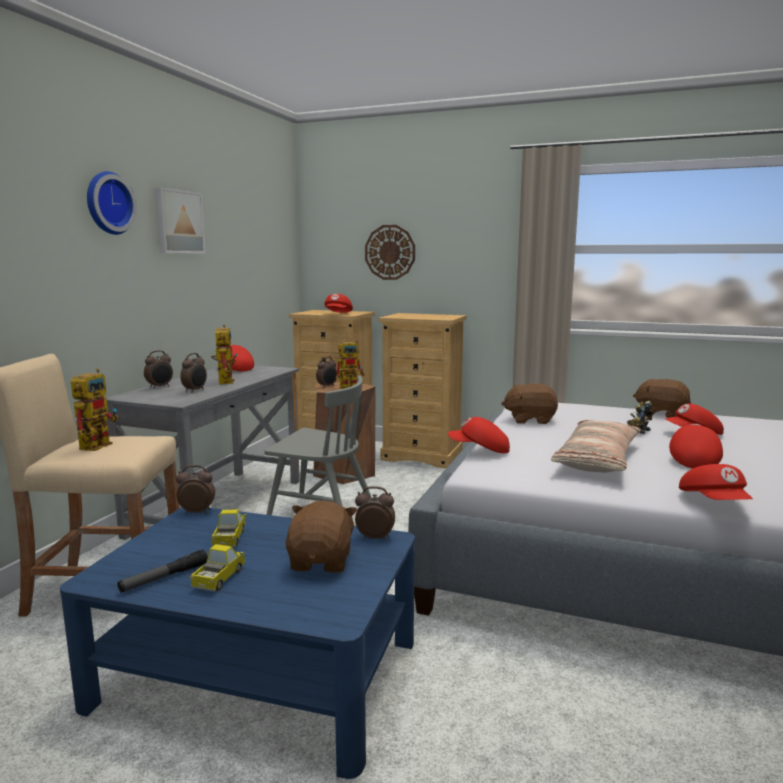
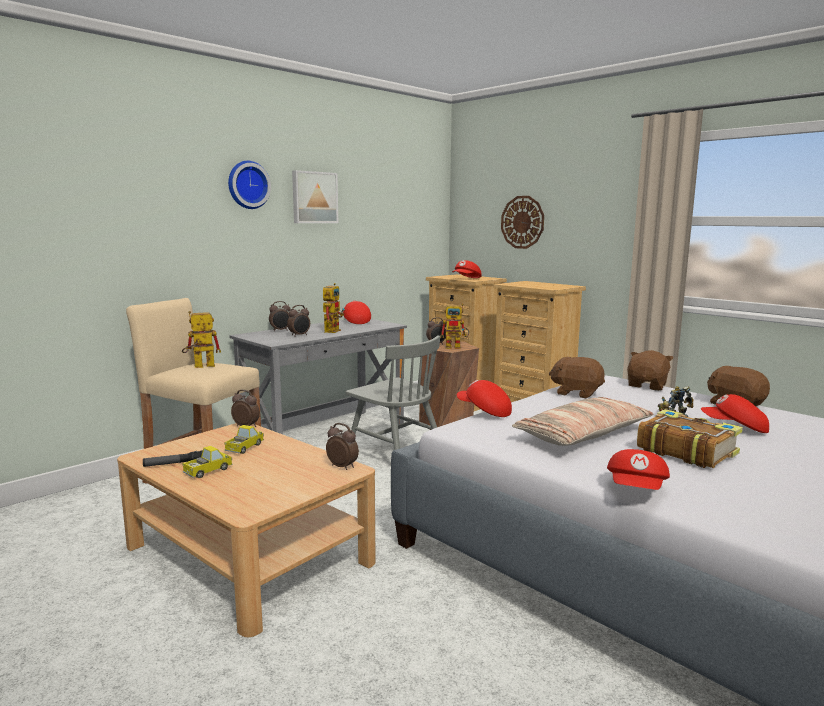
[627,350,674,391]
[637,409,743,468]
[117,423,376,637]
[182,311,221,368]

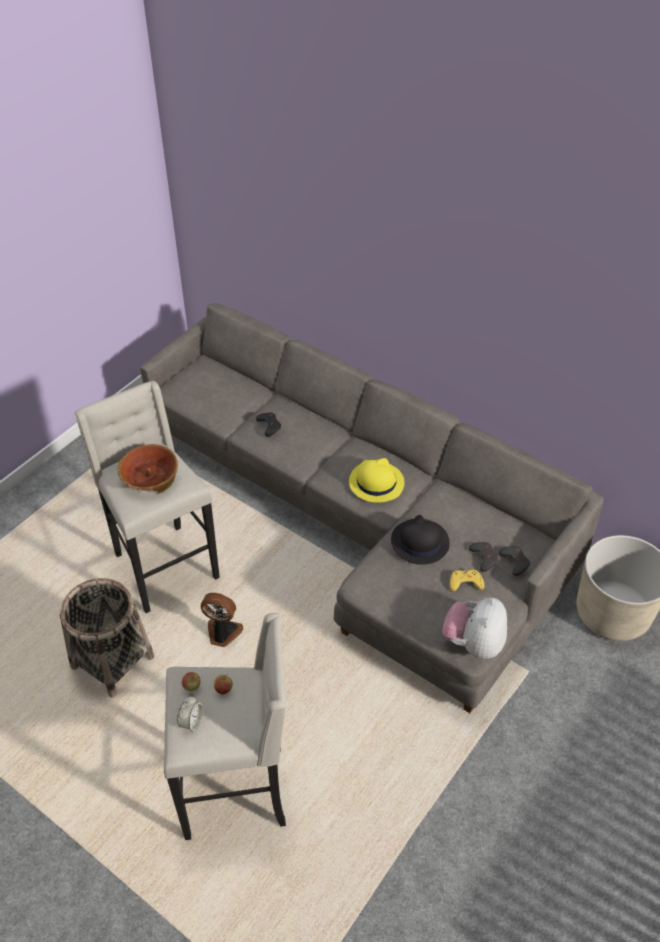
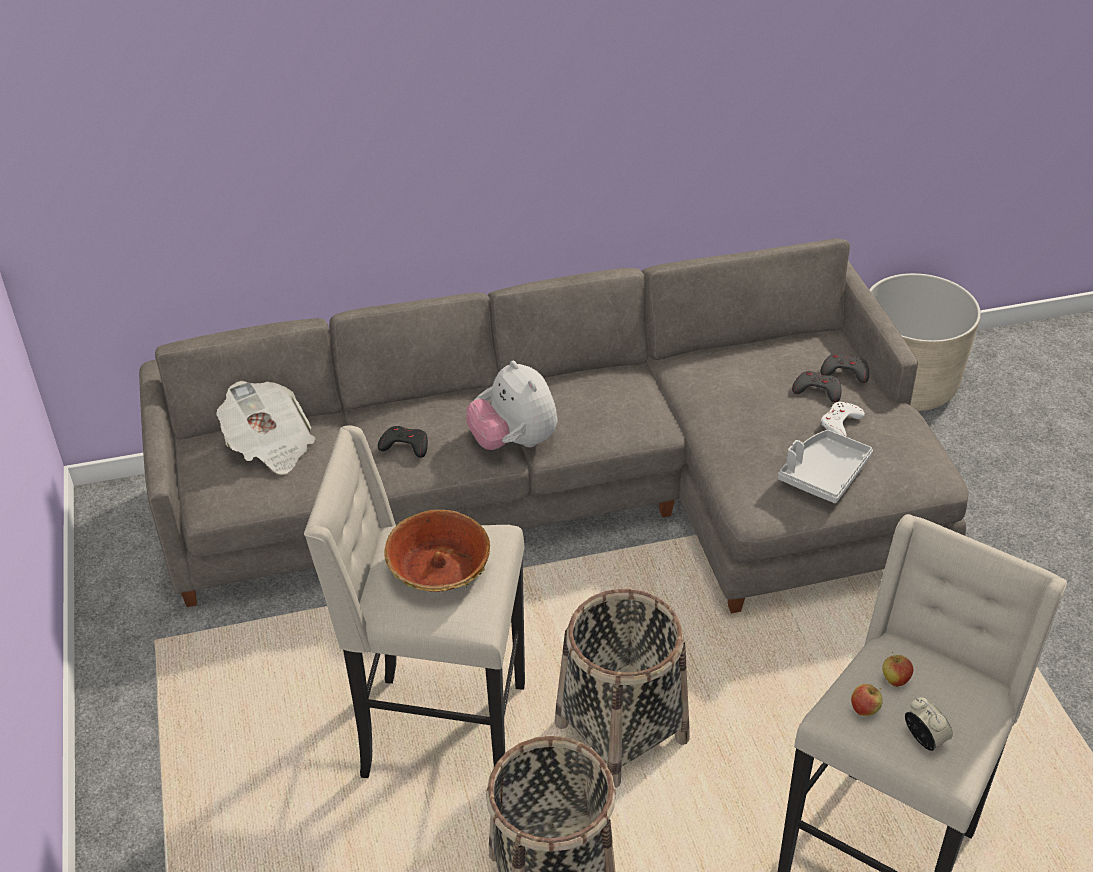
[349,458,404,503] (first image)
[391,515,450,565] (first image)
[216,381,316,475]
[778,430,873,503]
[466,361,557,450]
[555,589,689,788]
[821,402,865,437]

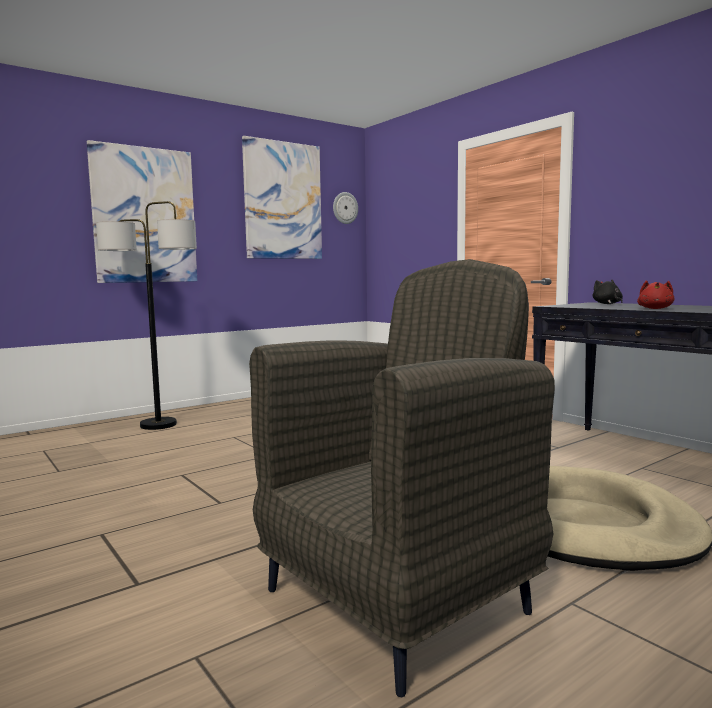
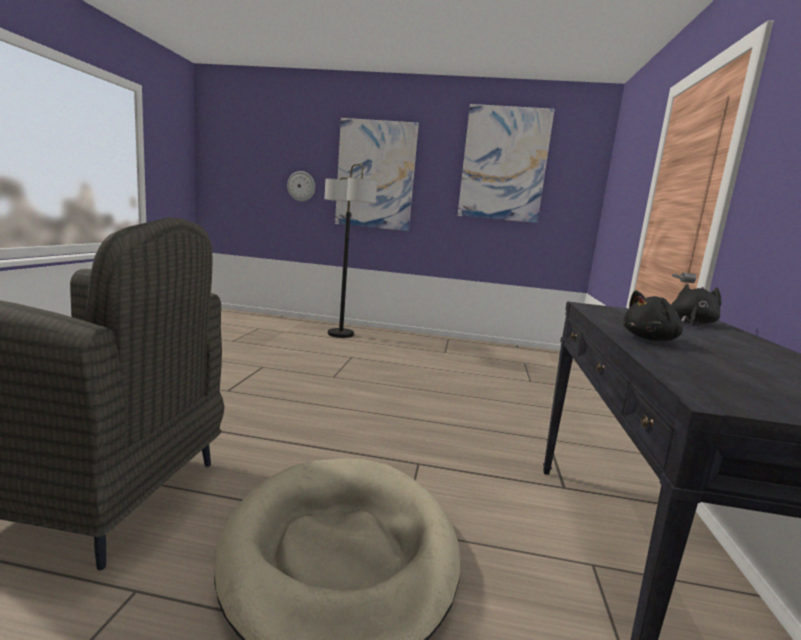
[287,171,315,202]
[623,291,683,341]

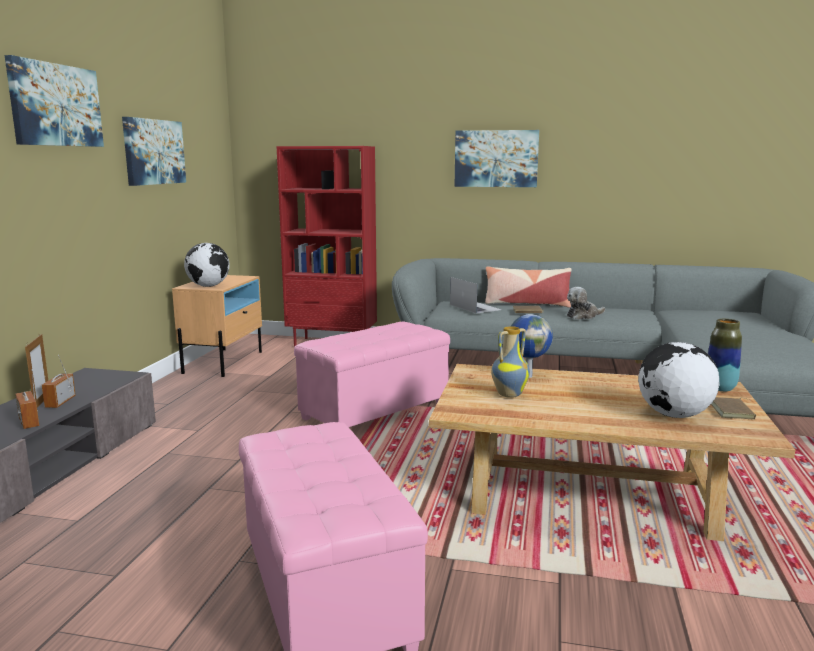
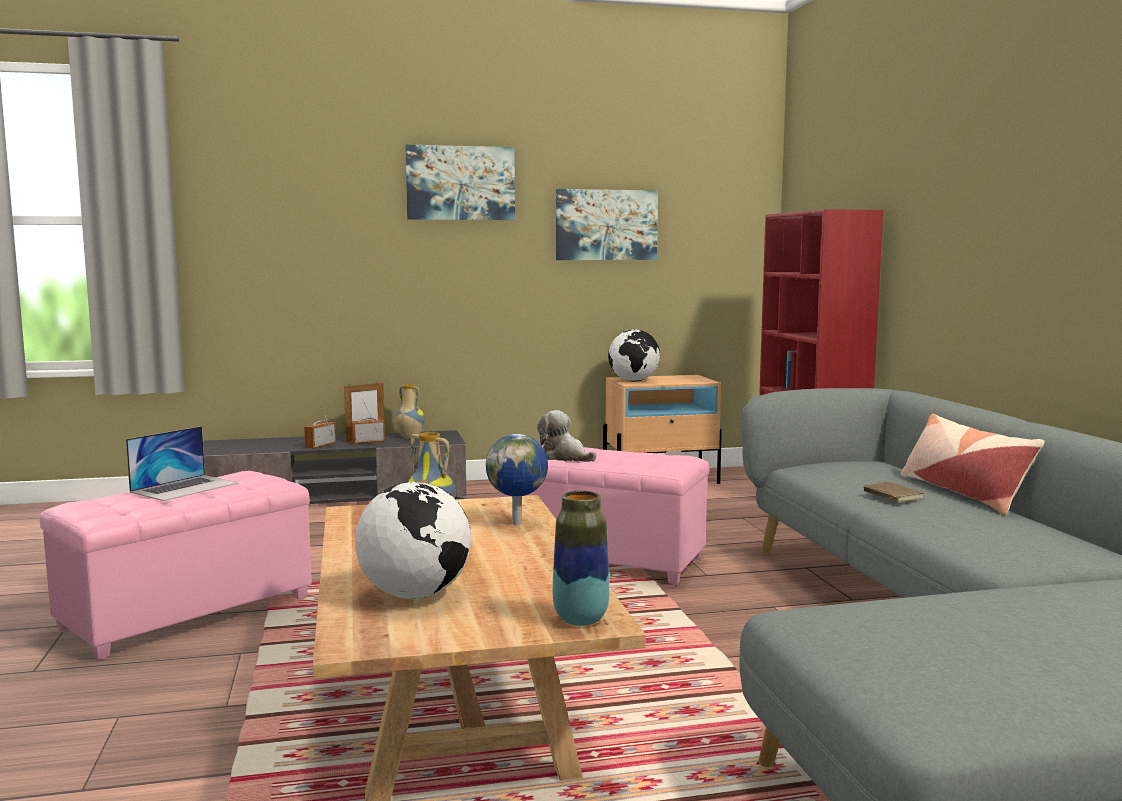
[455,130,539,187] (first image)
[711,397,756,420] (first image)
[395,384,425,439]
[126,426,238,501]
[537,410,596,462]

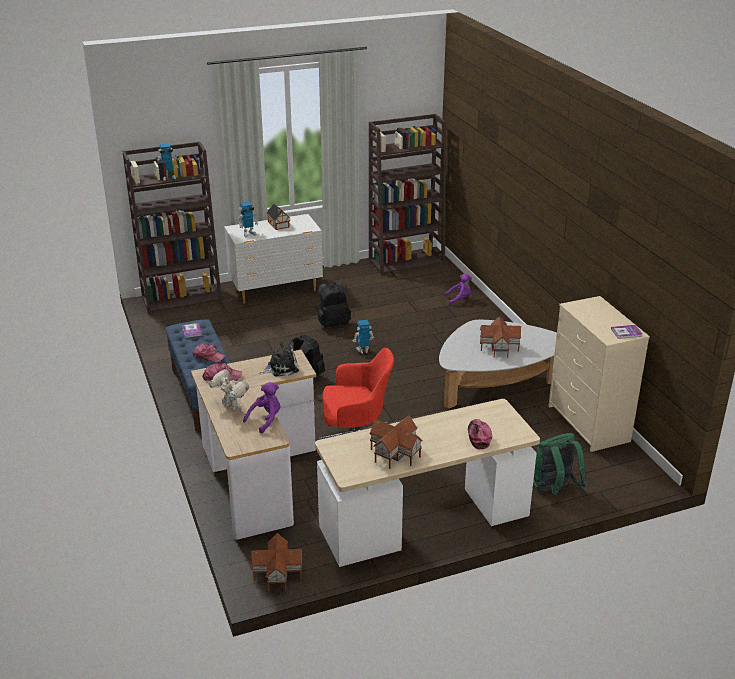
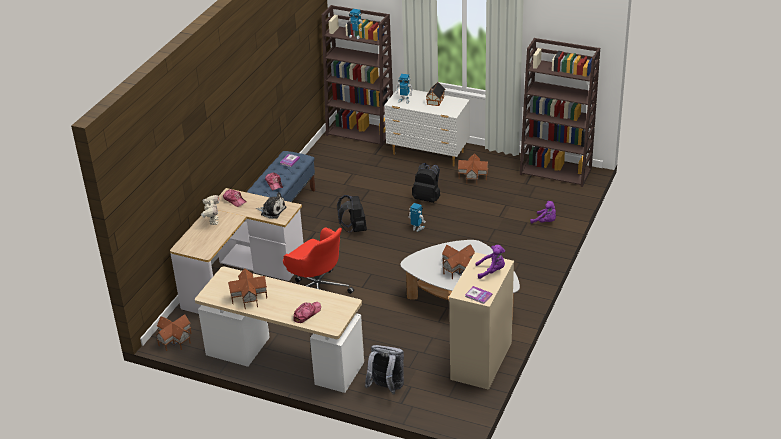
[458,153,489,185]
[475,245,505,279]
[365,345,404,394]

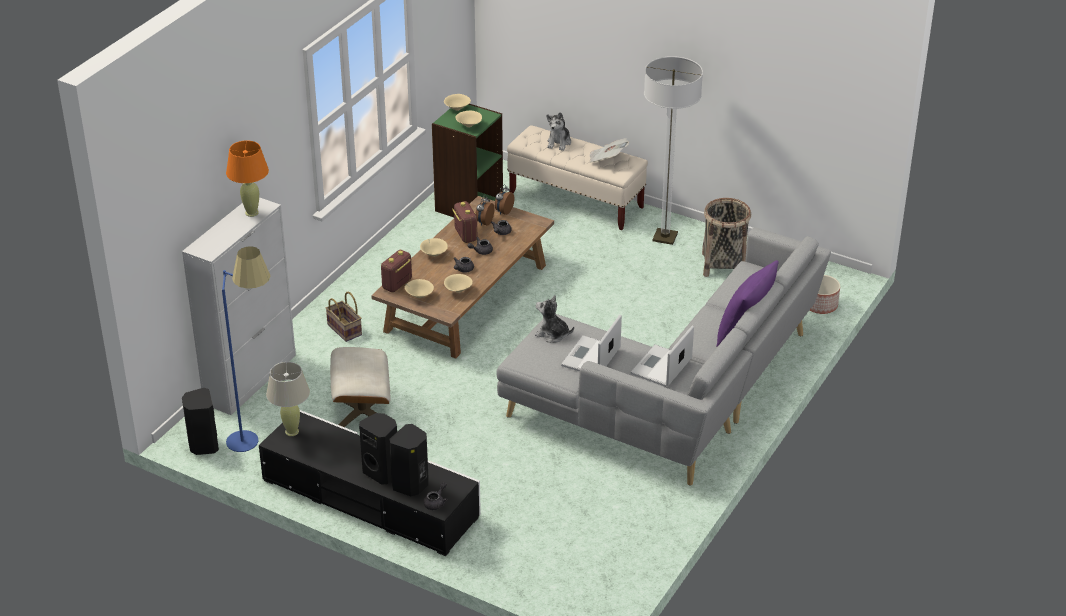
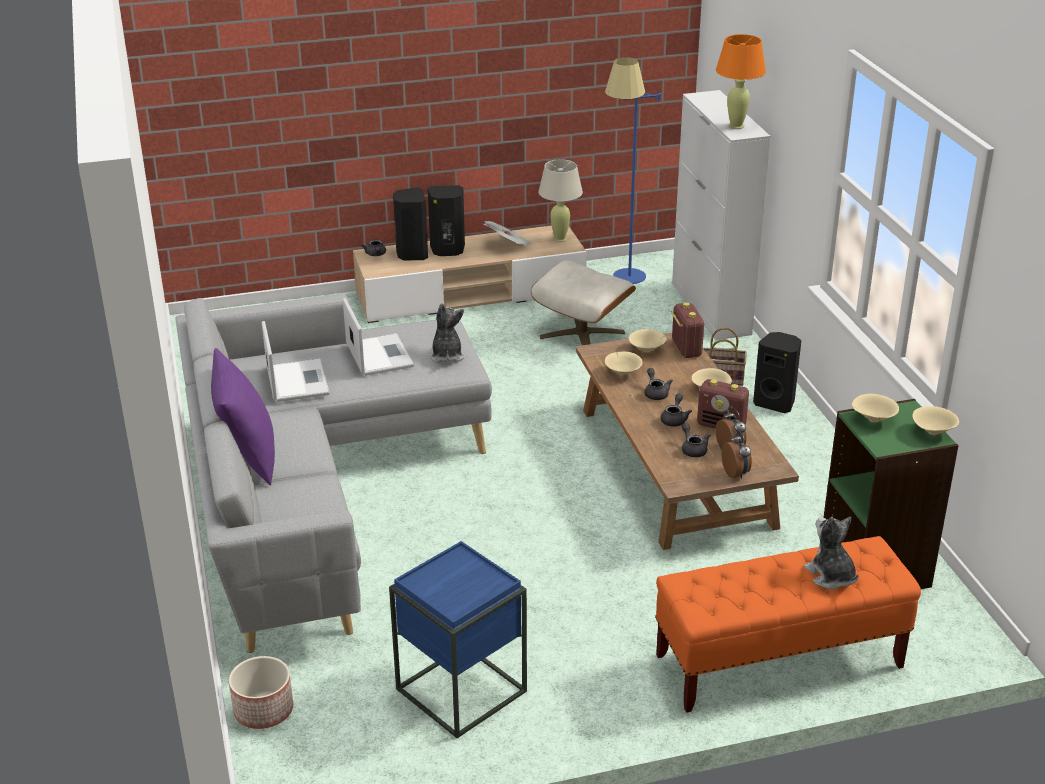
[644,56,703,245] (first image)
[753,332,801,413]
[484,221,535,245]
[389,541,527,738]
[353,226,586,323]
[655,536,921,713]
[429,303,465,363]

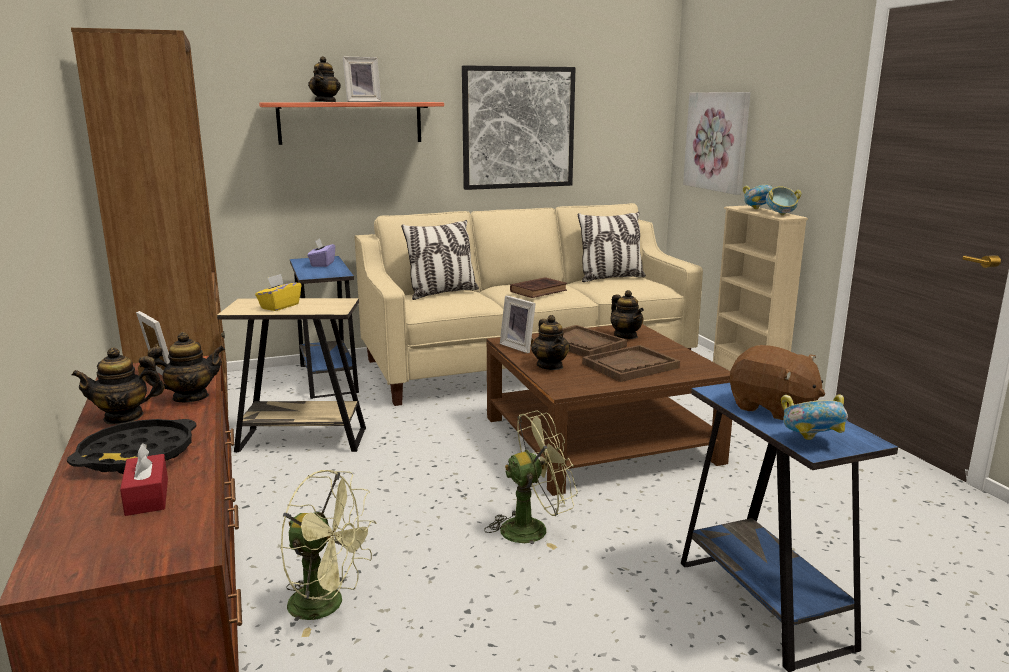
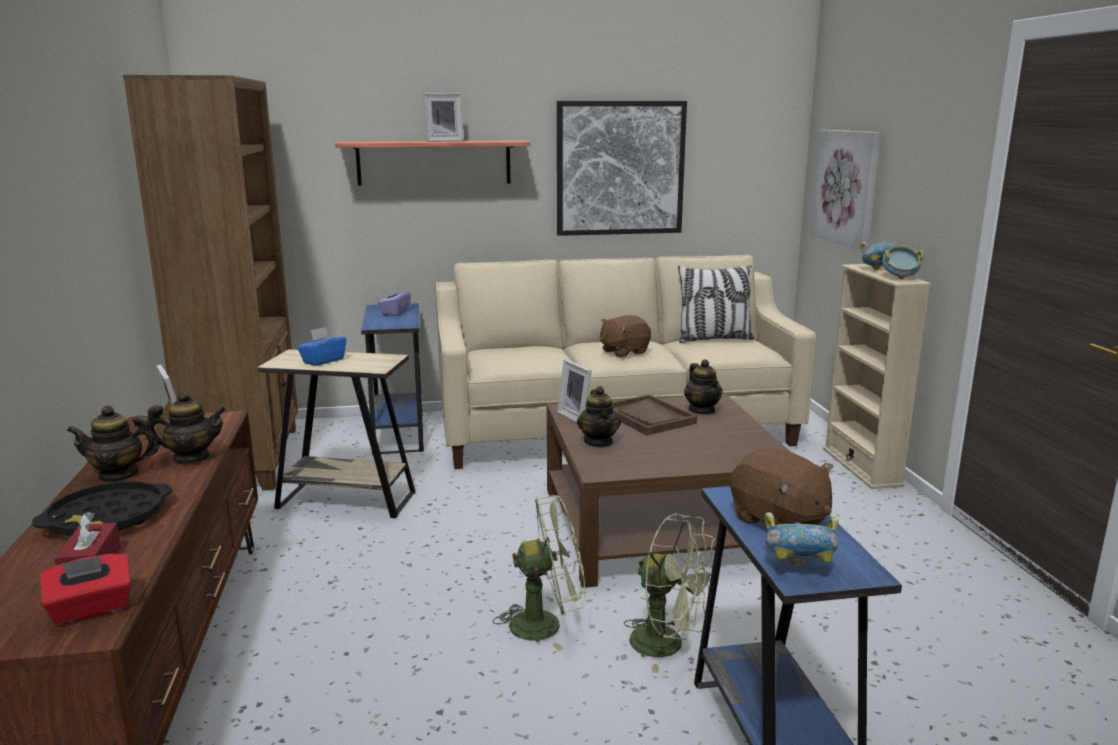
[308,56,341,102] (first image)
[401,220,479,300] (first image)
[582,345,680,382] (first image)
[40,554,131,625]
[623,513,715,673]
[600,315,651,357]
[297,327,347,366]

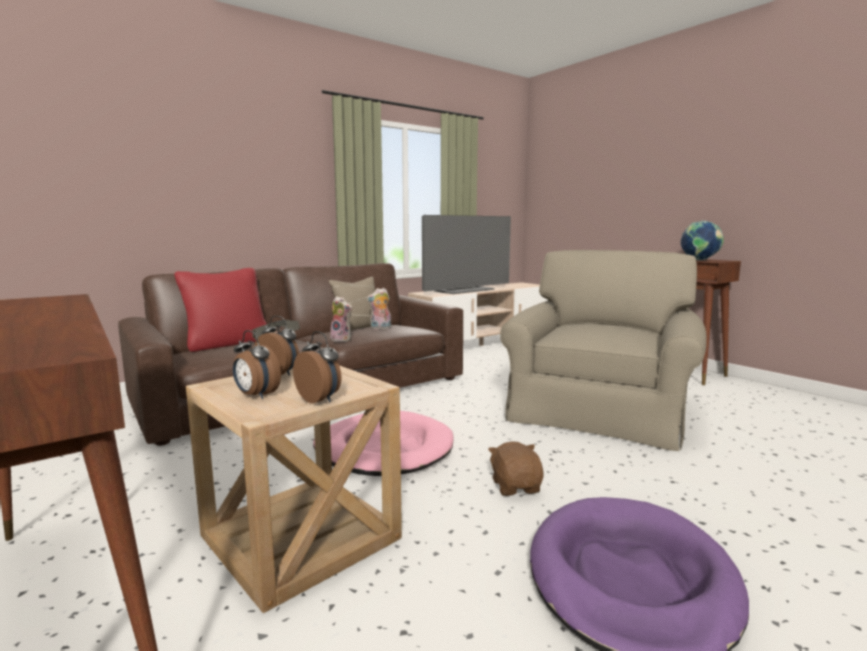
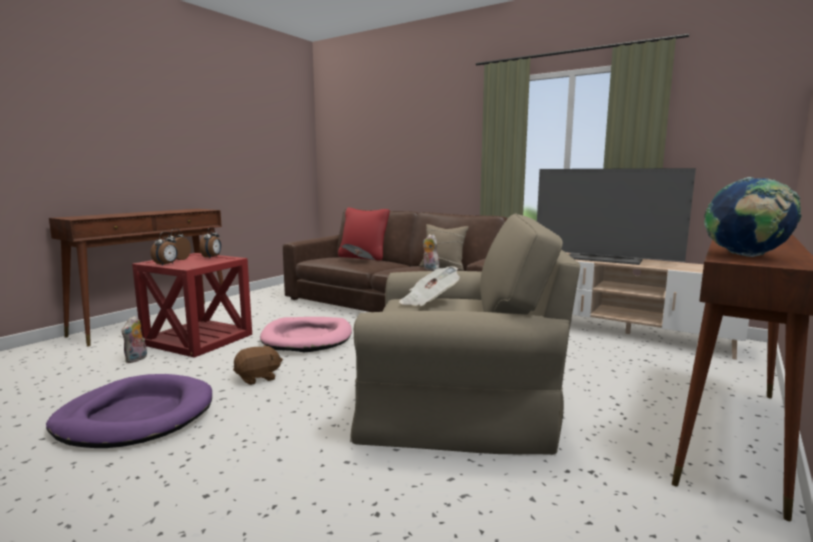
[399,266,460,306]
[121,316,147,363]
[132,253,252,358]

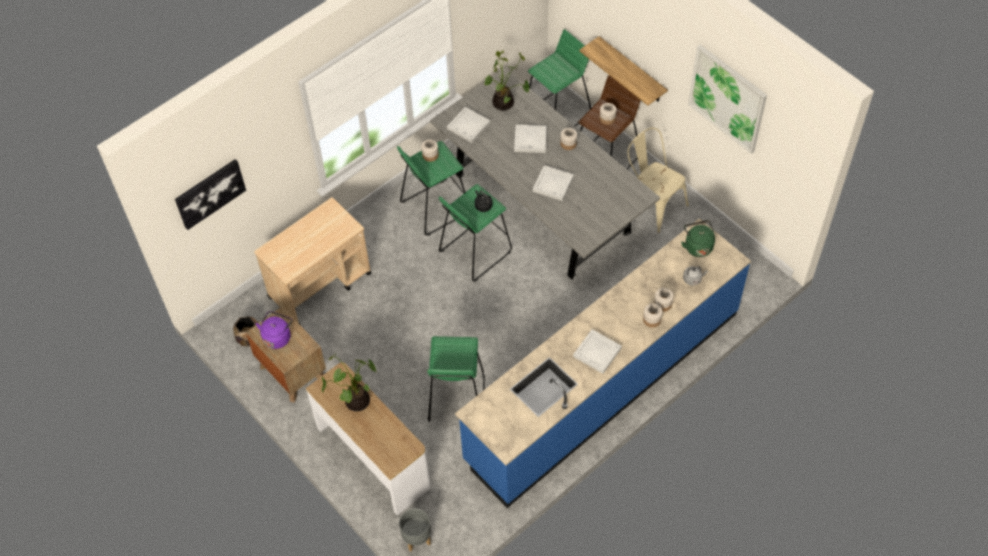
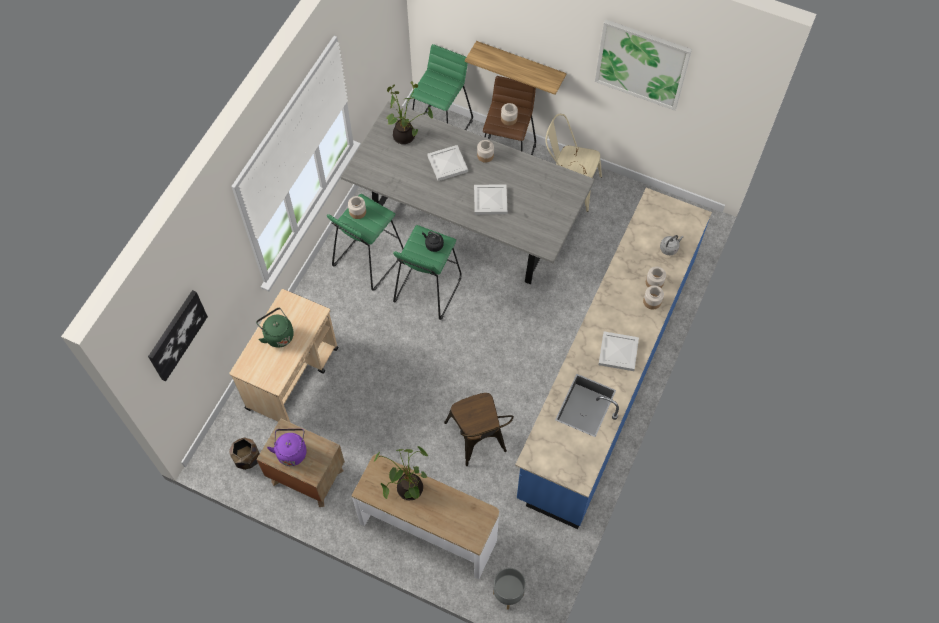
[447,107,490,143] (first image)
[256,308,294,348]
[444,393,514,466]

